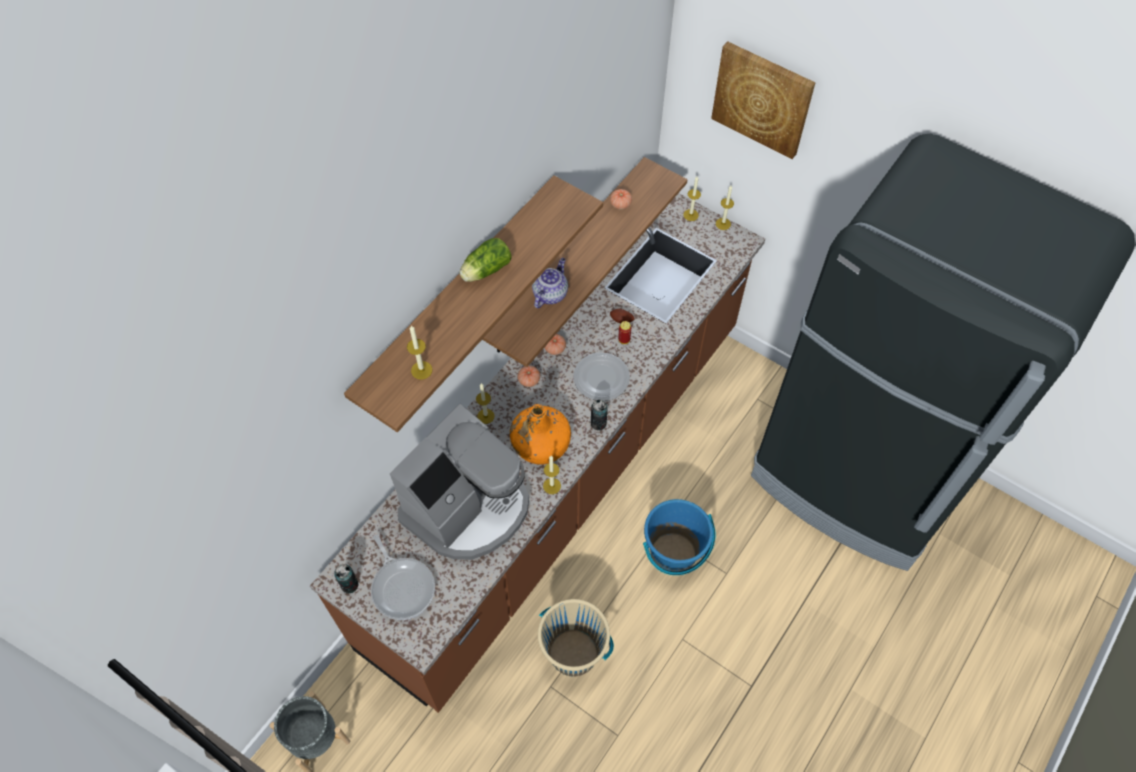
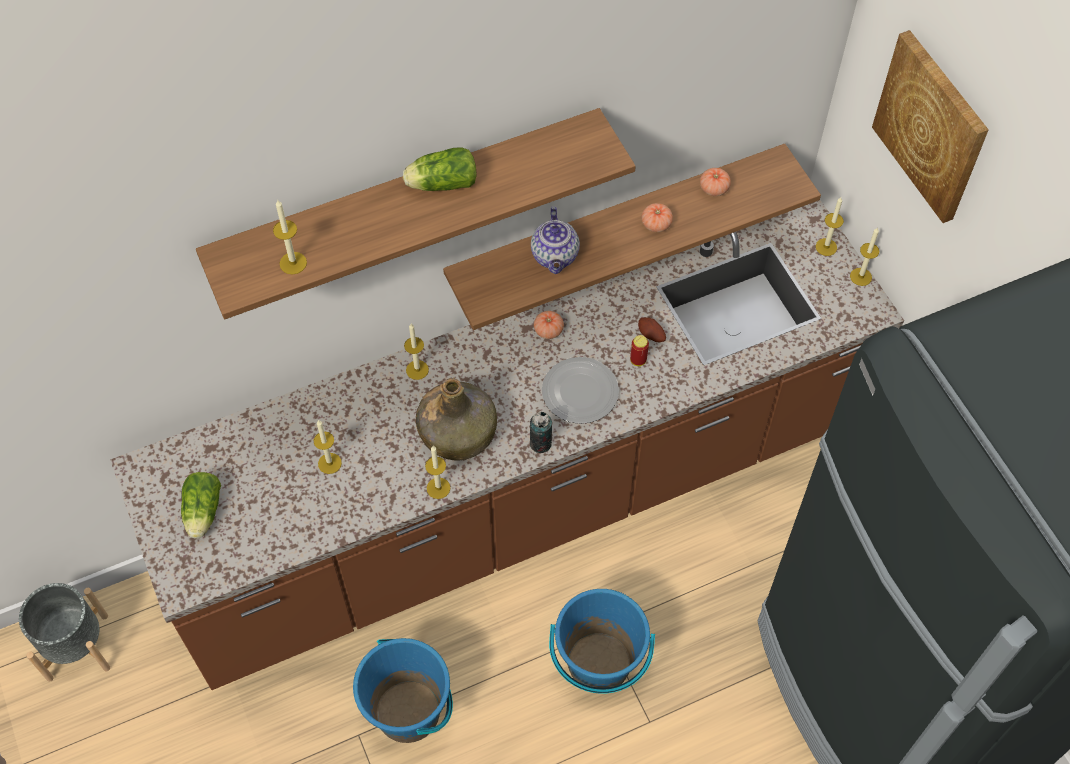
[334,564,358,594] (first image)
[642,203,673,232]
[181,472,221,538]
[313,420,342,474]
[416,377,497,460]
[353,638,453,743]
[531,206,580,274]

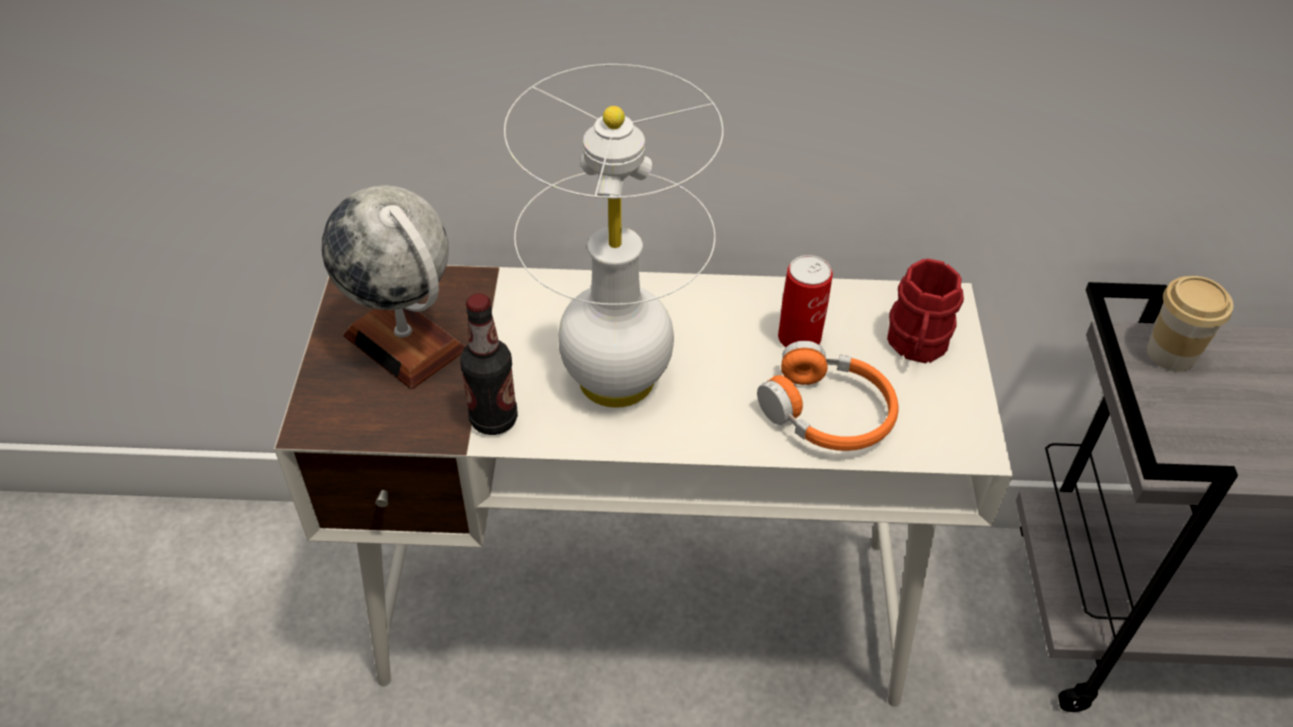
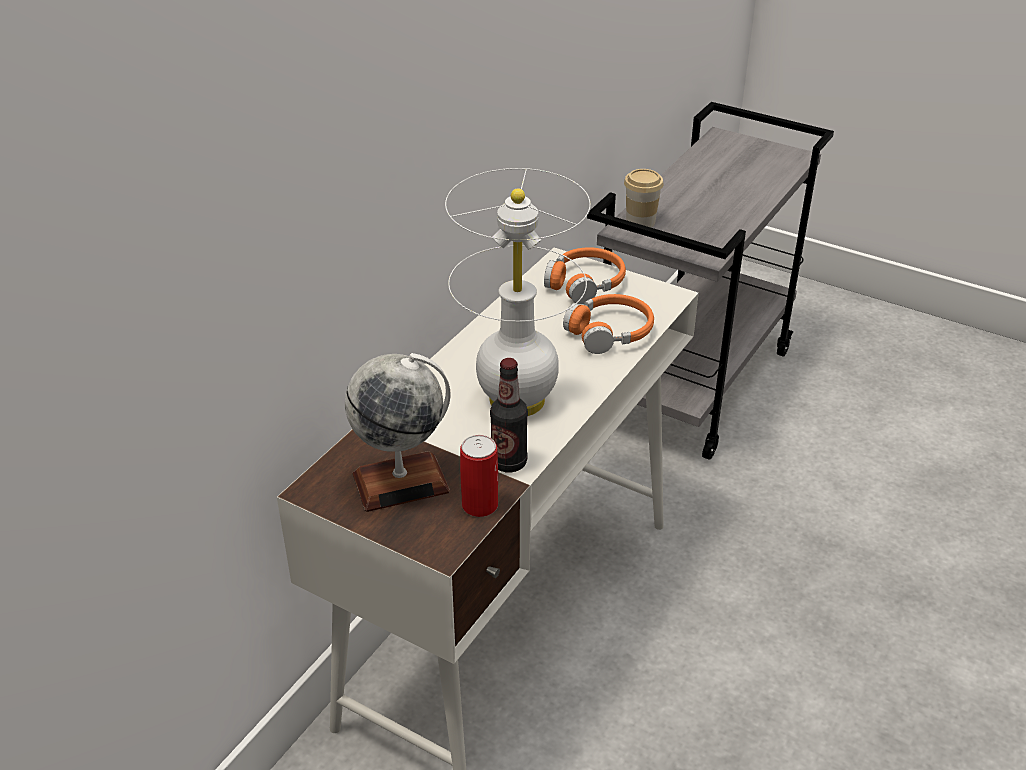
[460,435,498,517]
[544,247,626,304]

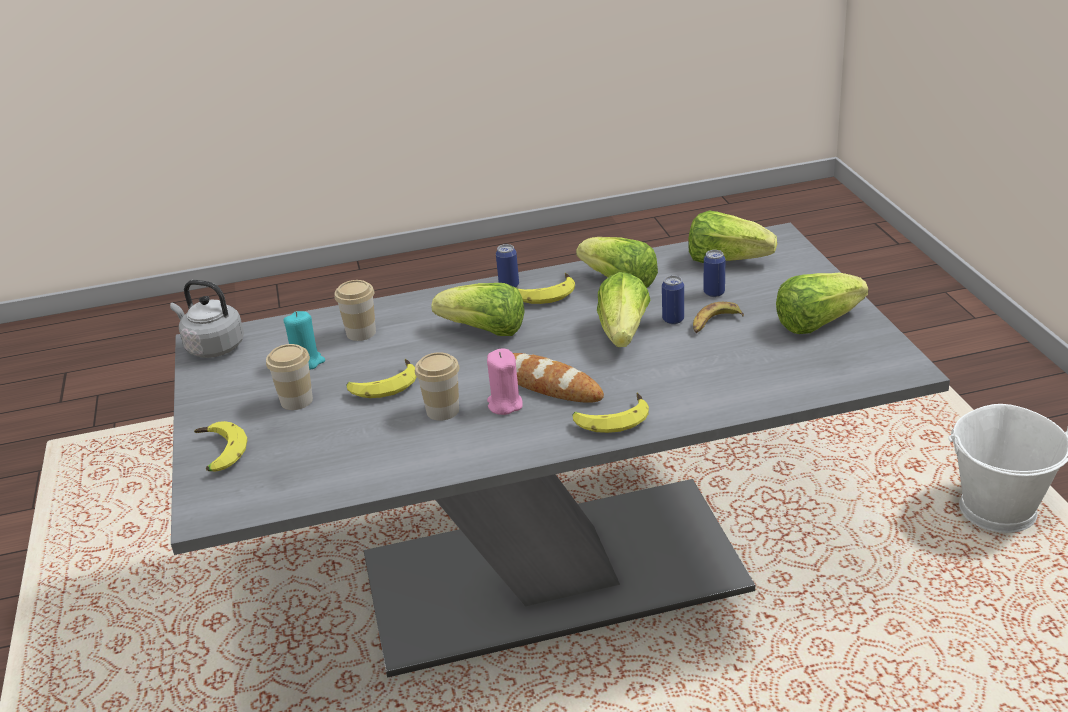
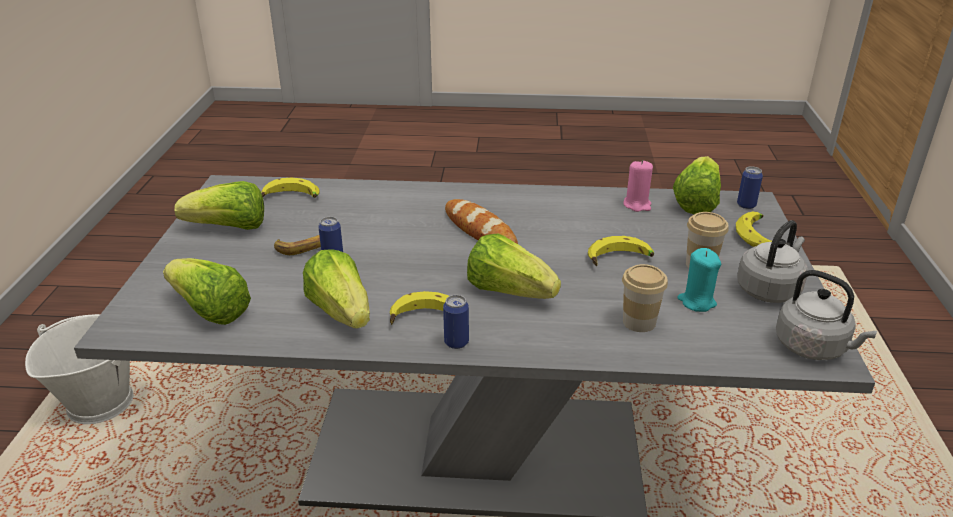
[415,352,460,421] (first image)
[737,220,808,303]
[623,160,653,212]
[261,178,319,198]
[673,156,721,214]
[737,166,763,209]

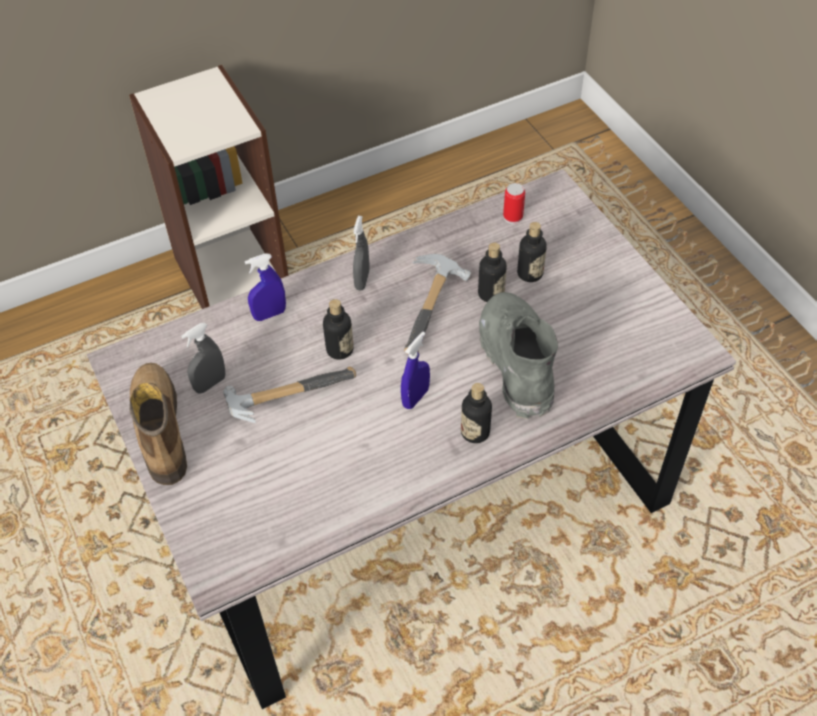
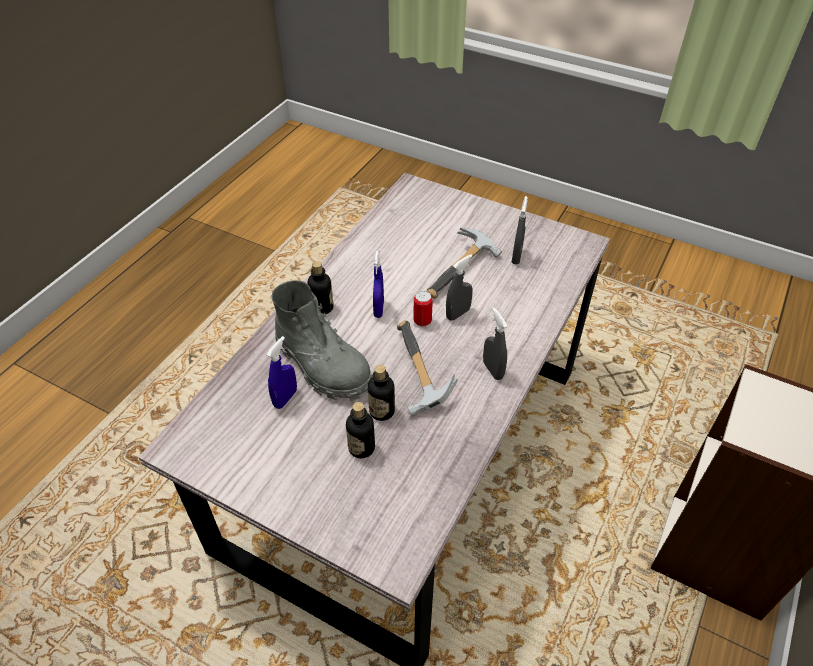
[130,363,187,485] (first image)
[267,336,297,409]
[413,291,433,328]
[446,254,473,321]

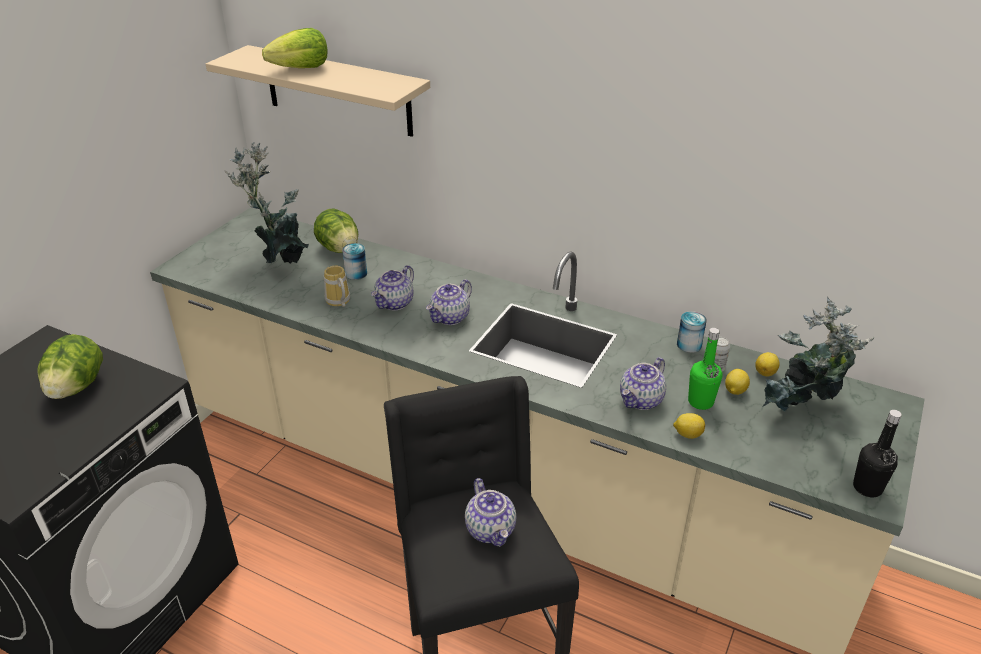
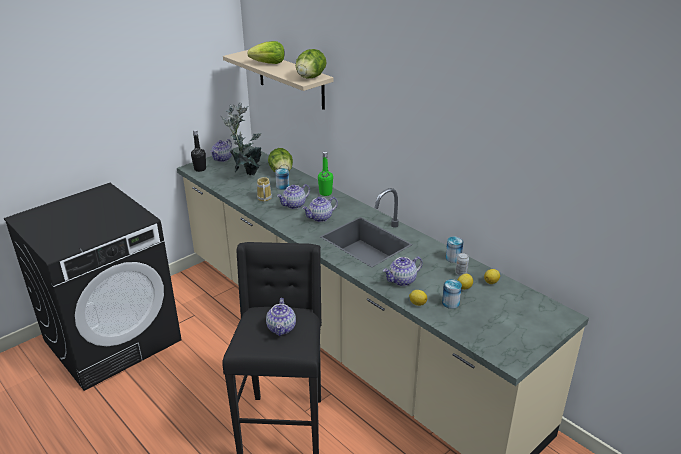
[763,297,874,412] (first image)
[210,139,232,162]
[442,279,462,309]
[296,49,327,78]
[318,152,333,196]
[191,130,206,172]

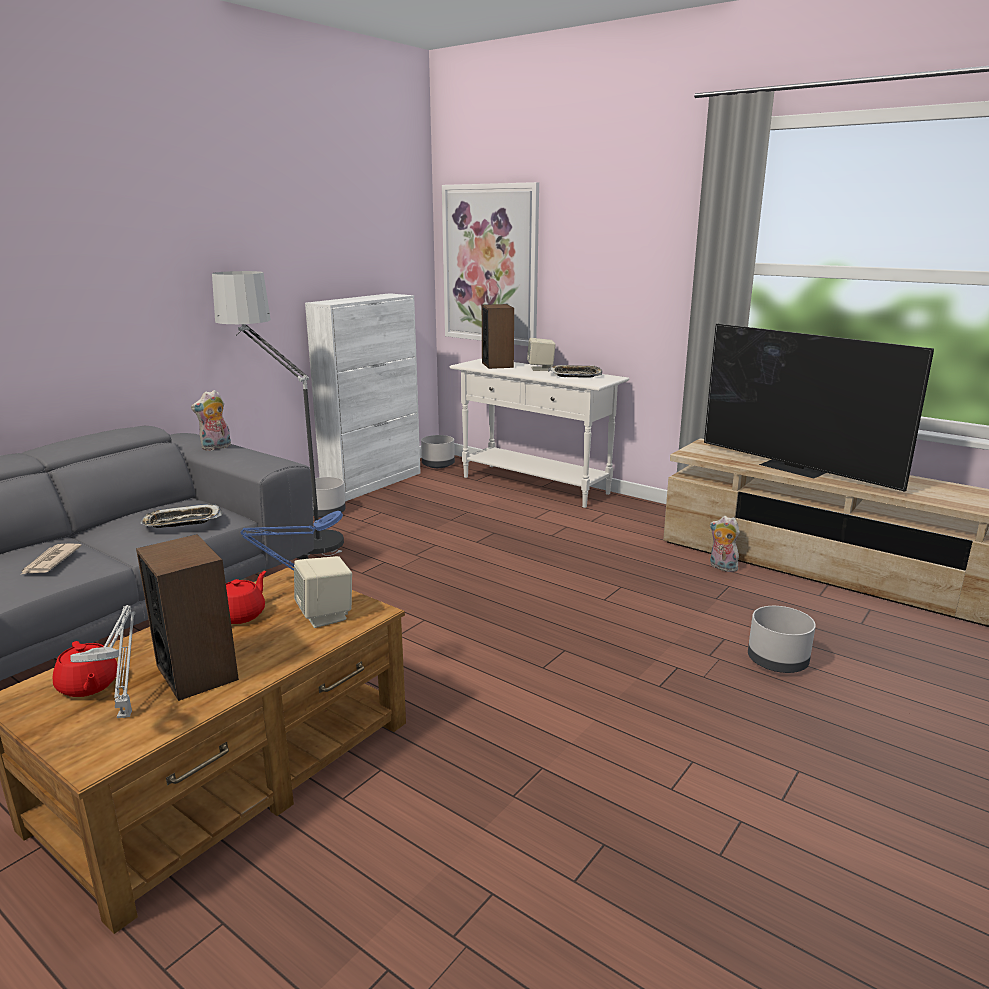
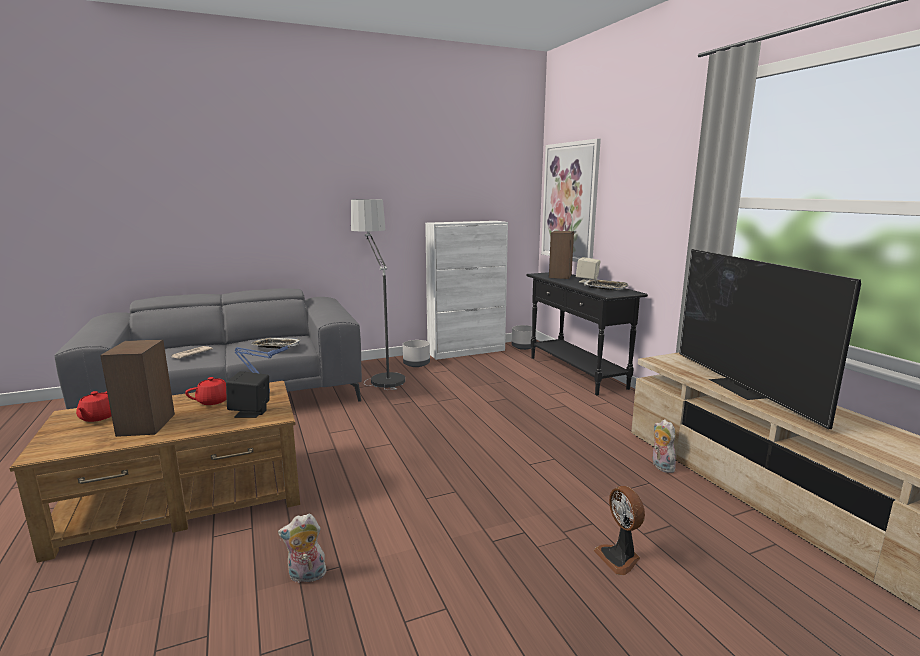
[70,605,135,718] (first image)
[278,514,326,583]
[593,486,645,575]
[226,371,269,418]
[526,272,648,395]

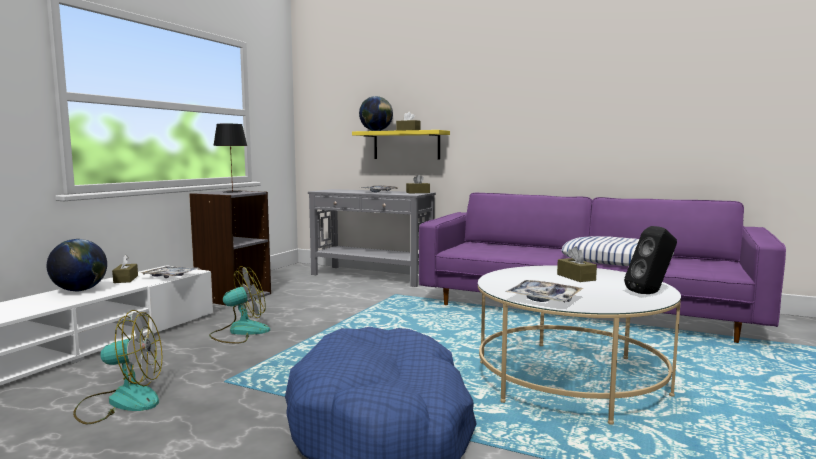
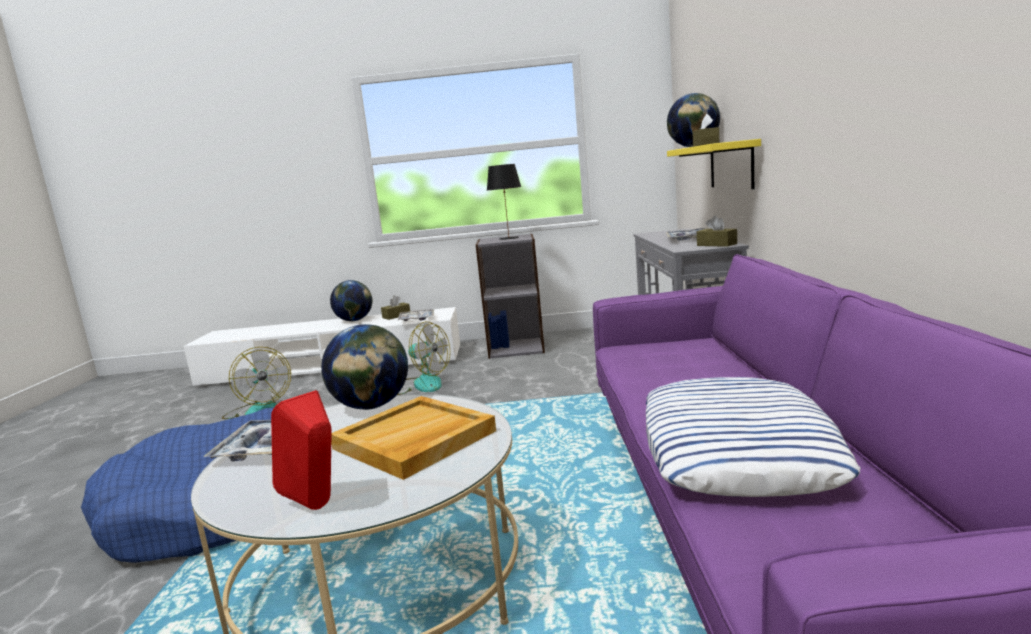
[321,324,408,410]
[331,396,496,480]
[271,390,332,510]

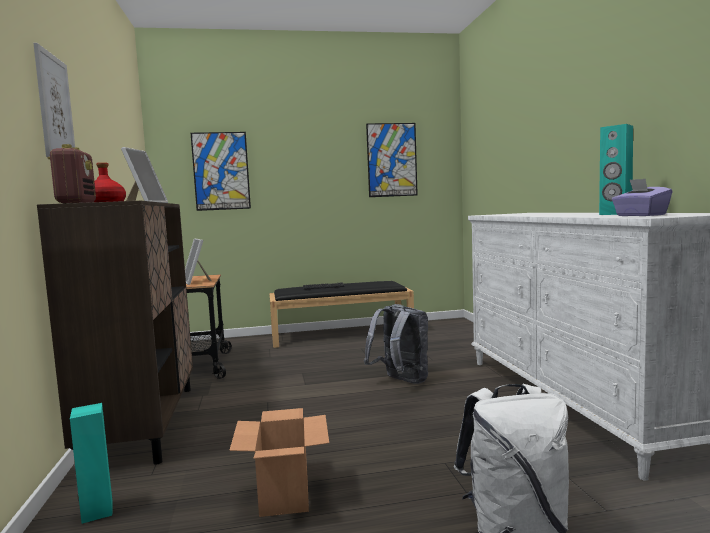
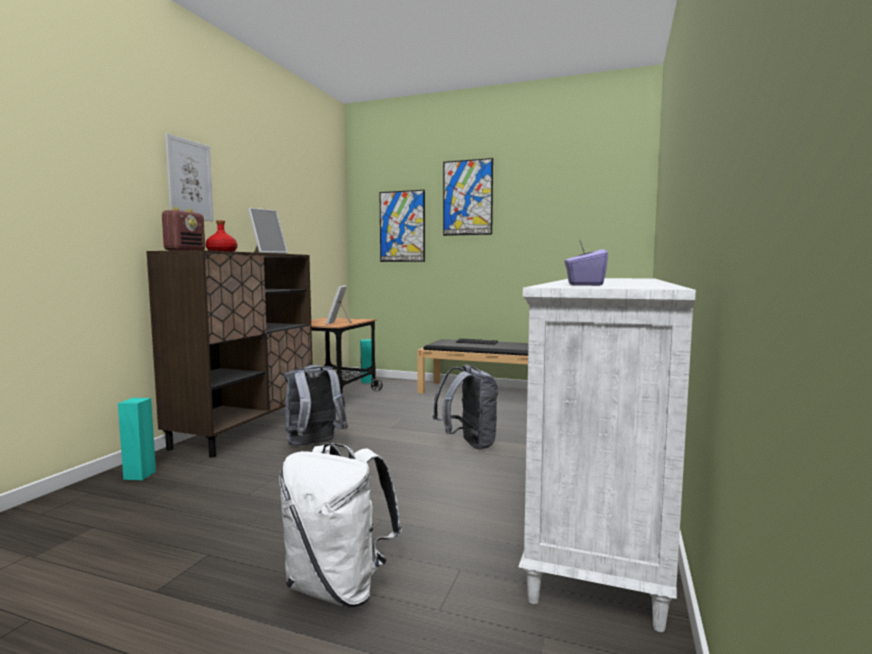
[229,408,329,517] (first image)
[284,365,348,446]
[443,158,493,236]
[360,339,372,383]

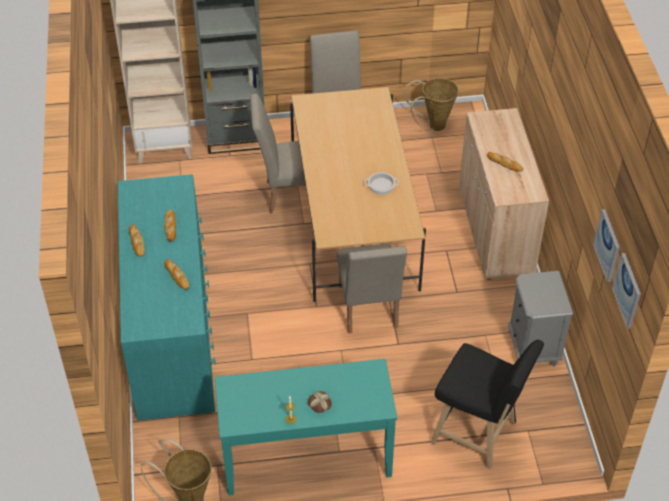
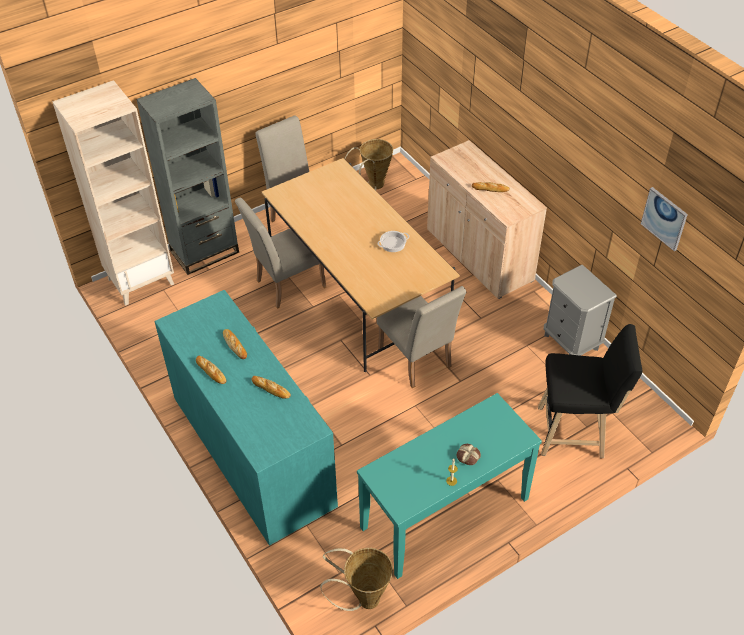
[612,253,641,329] (first image)

